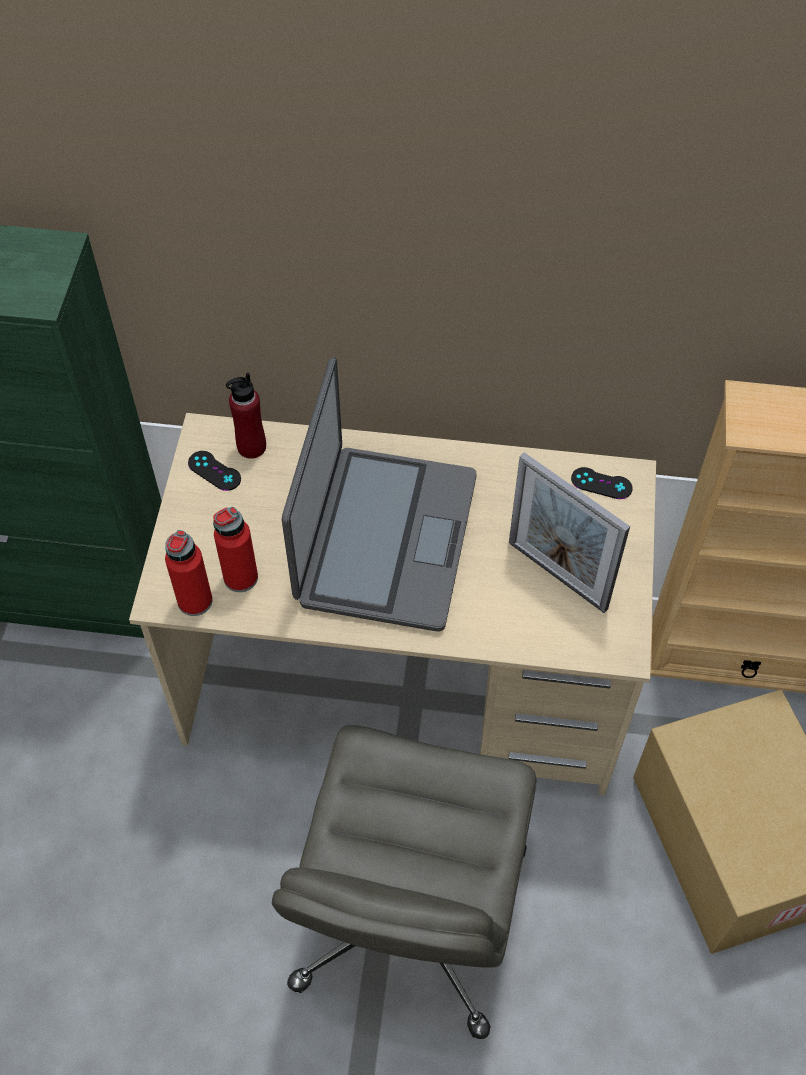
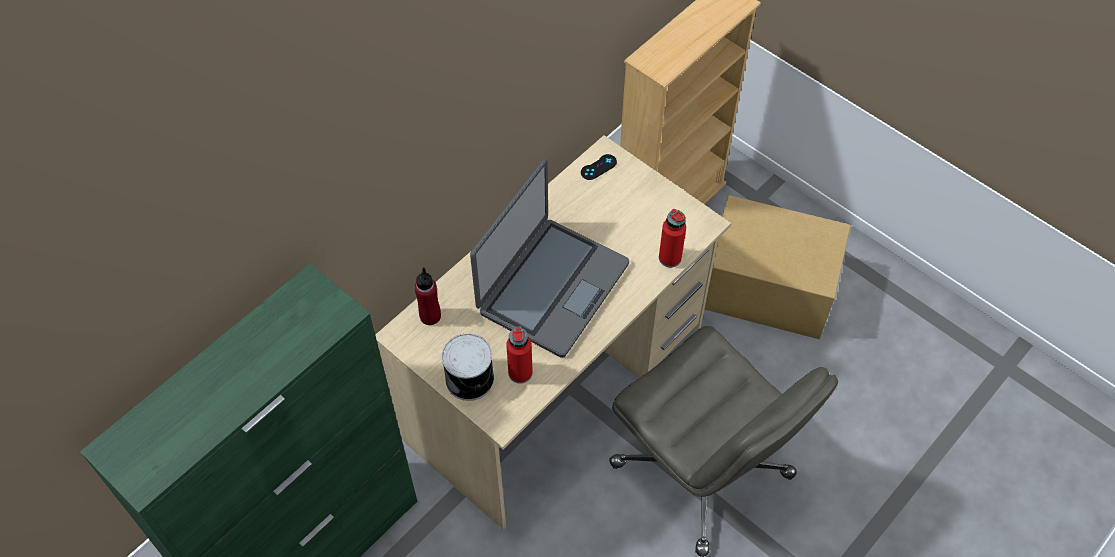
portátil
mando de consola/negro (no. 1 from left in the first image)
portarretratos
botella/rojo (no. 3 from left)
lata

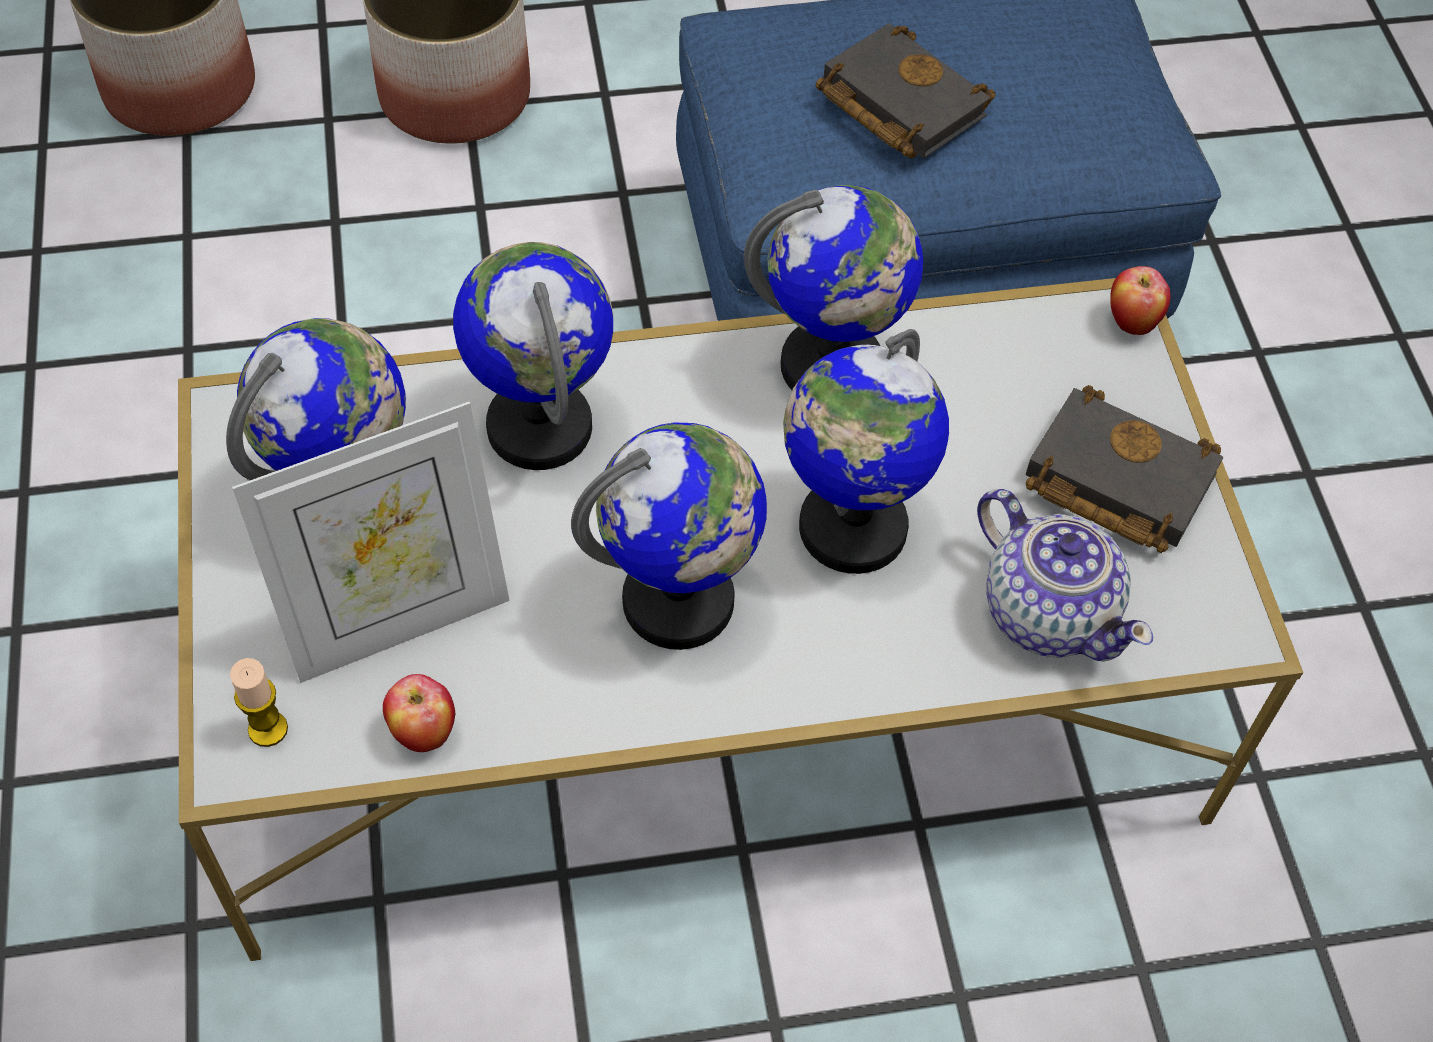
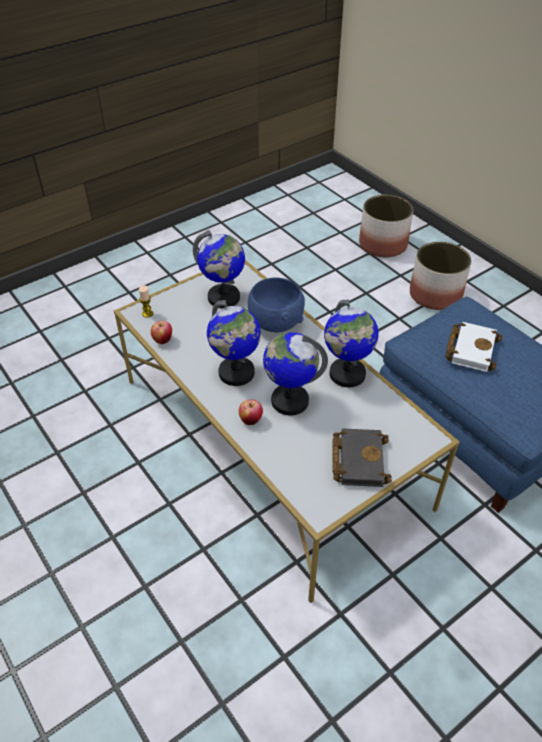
libro/blanco
cuenco/azul
manzana (no. 2 from left)
portarretratos
tetera

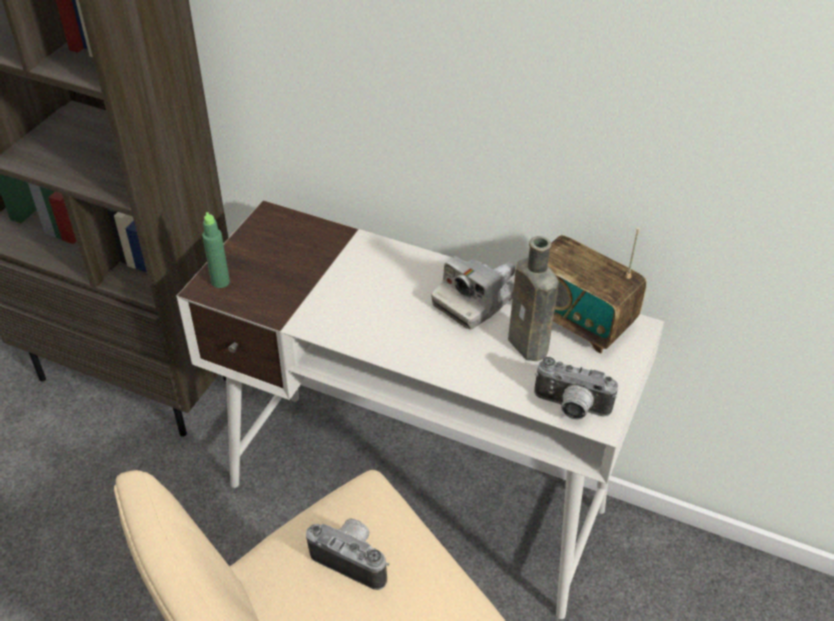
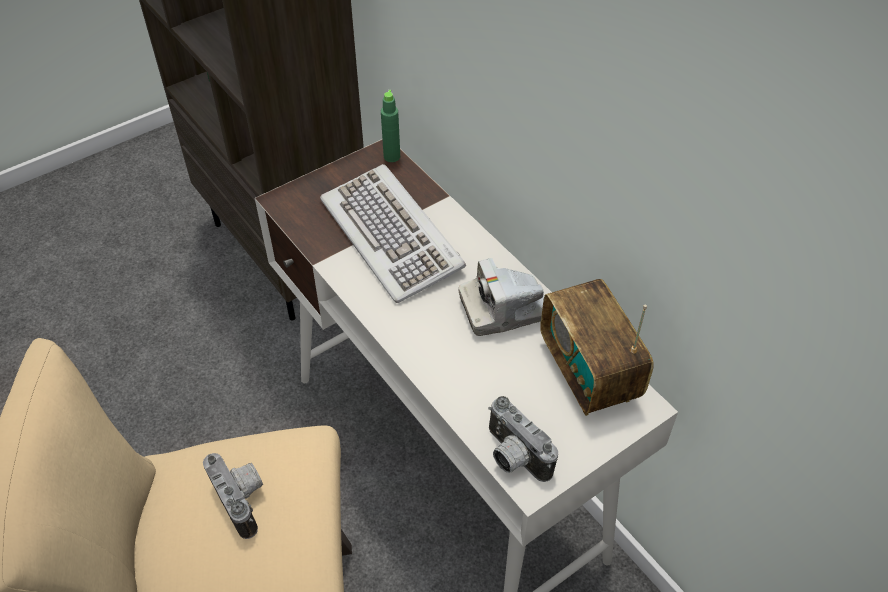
botella/verde
botella/marrón
teclado

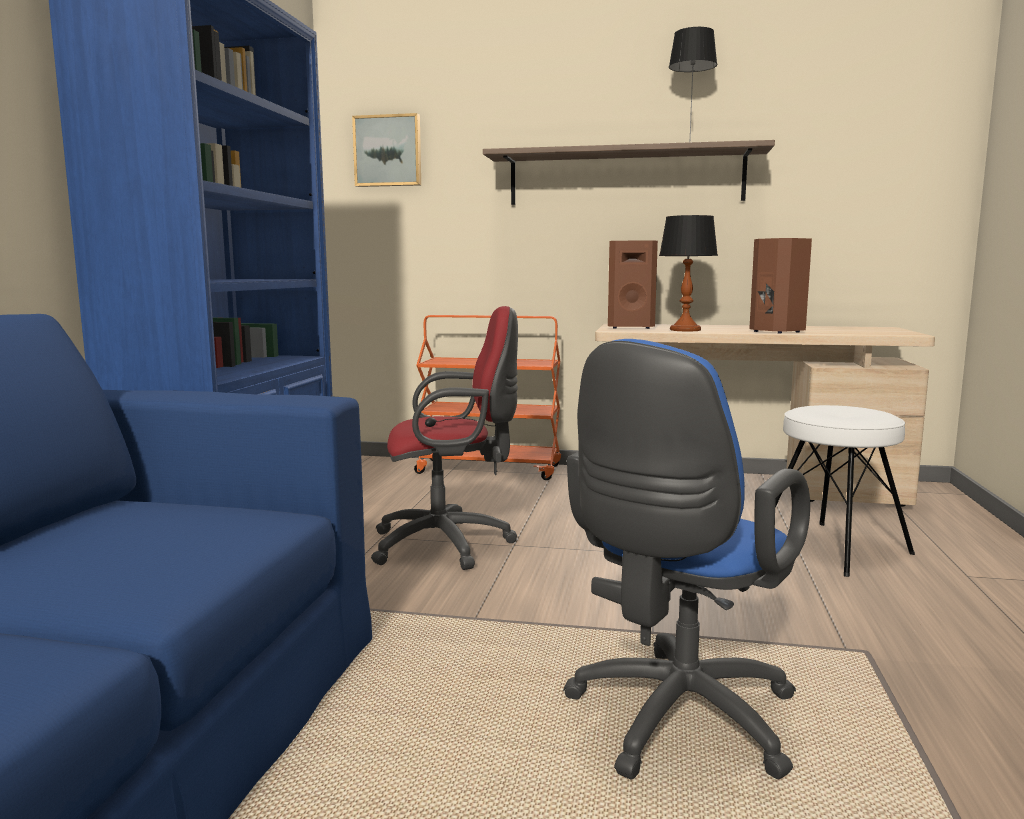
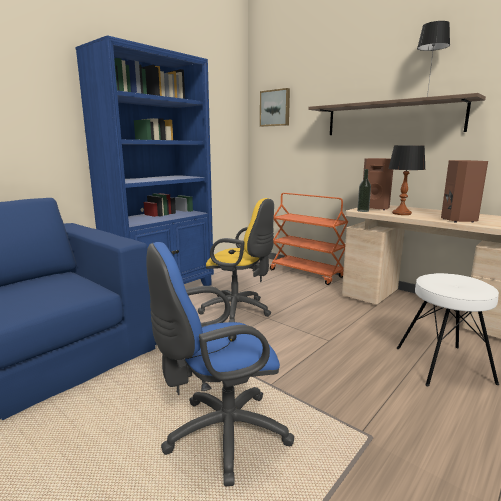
silla de oficina/amarillo
botella

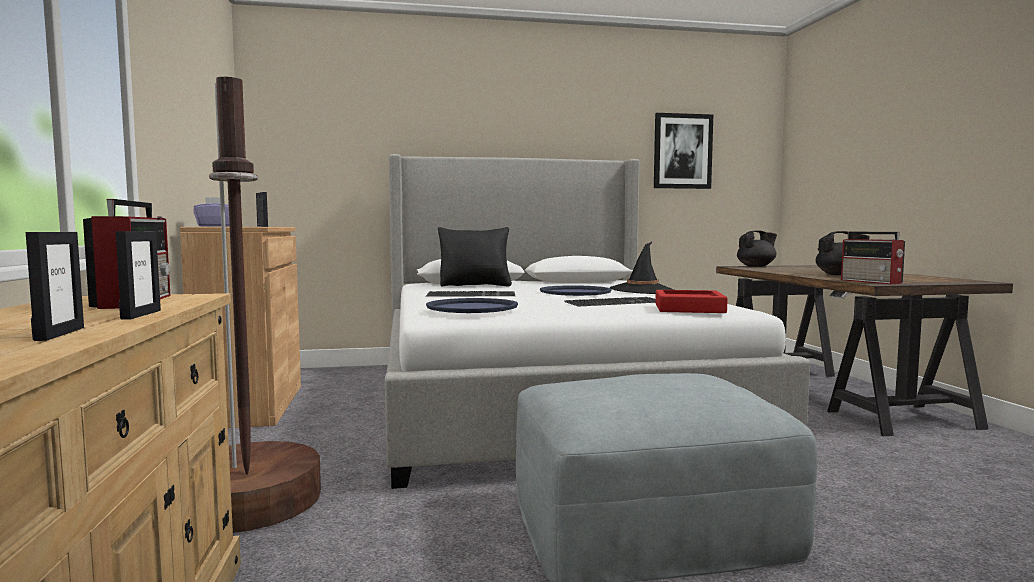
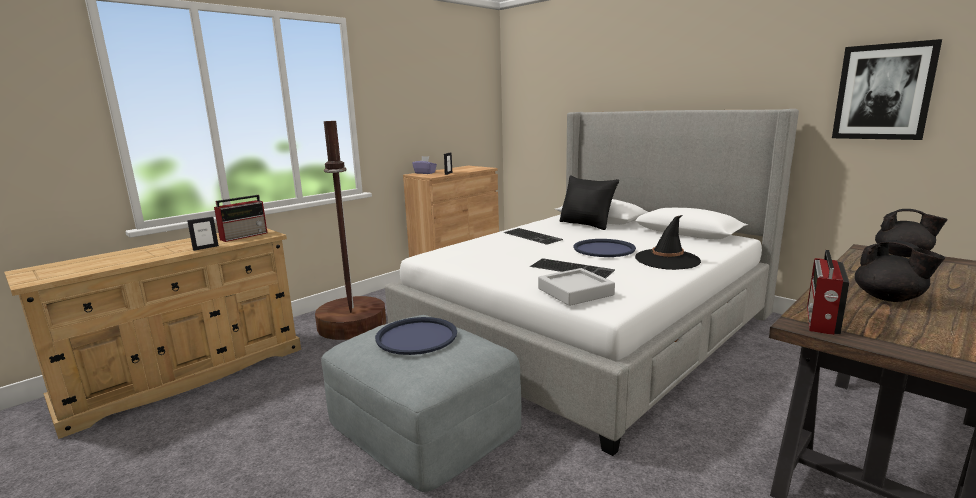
portarretratos (no. 1 from left in the first image)
bandeja/gris
bandeja/azul (no. 1 from left)

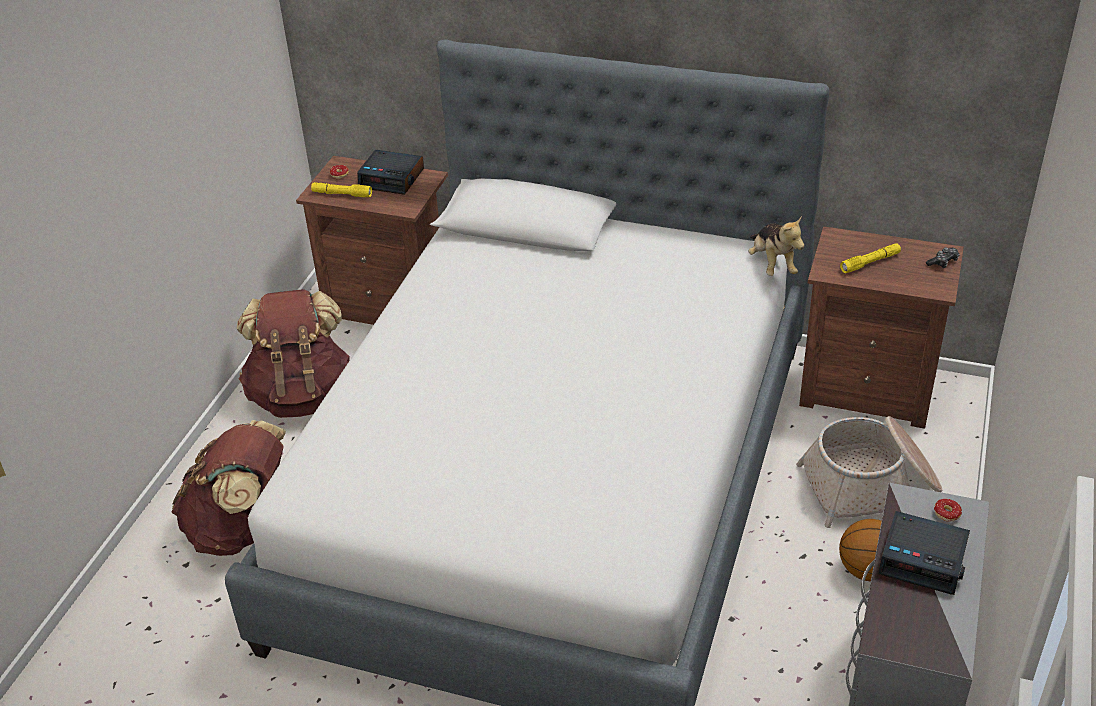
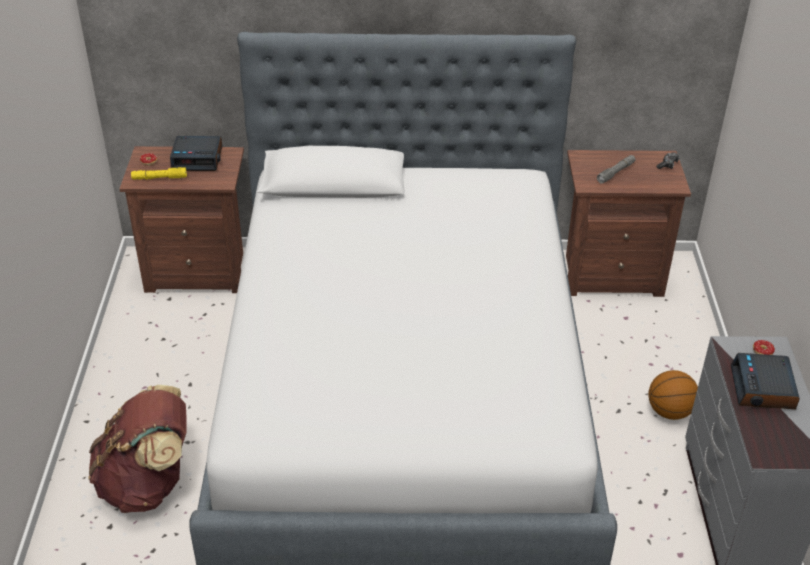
peluche
linterna/gris
mochila/marrón (no. 2 from left in the first image)
cesta
despertador (no. 2 from left)

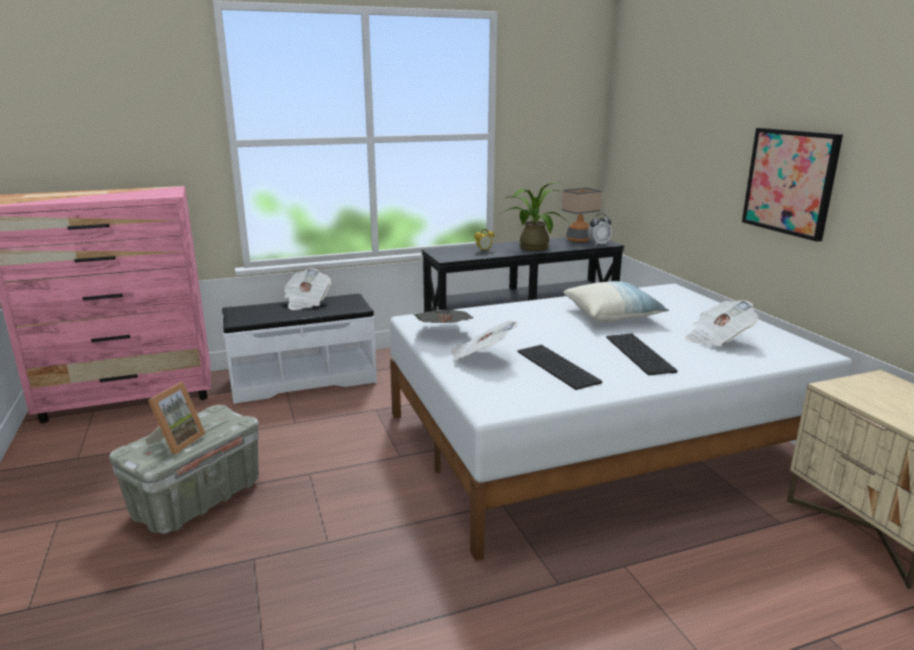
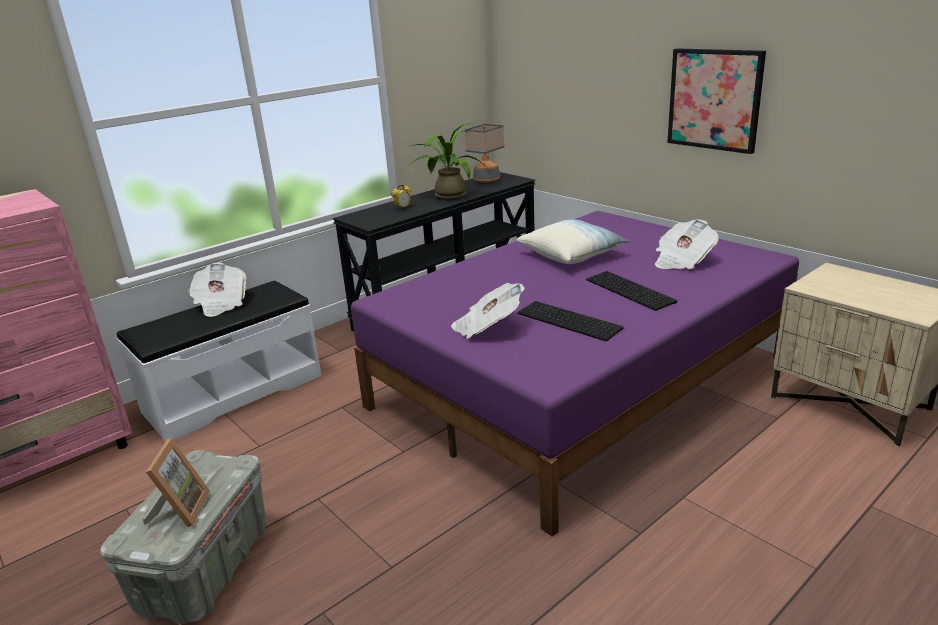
despertador (no. 2 from left in the first image)
cama/morado
periódico (no. 2 from left in the first image)

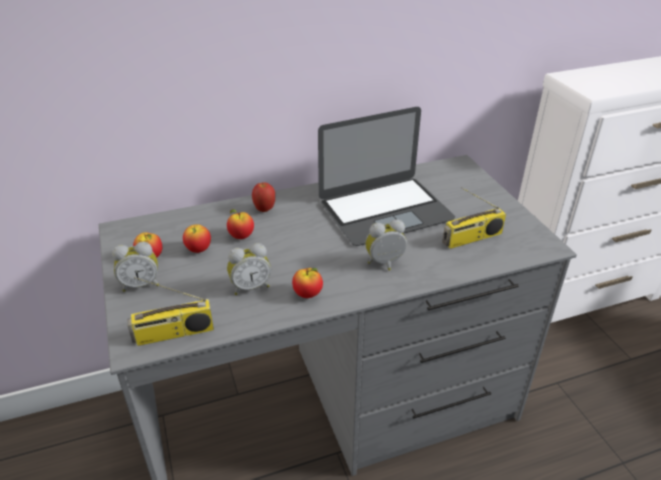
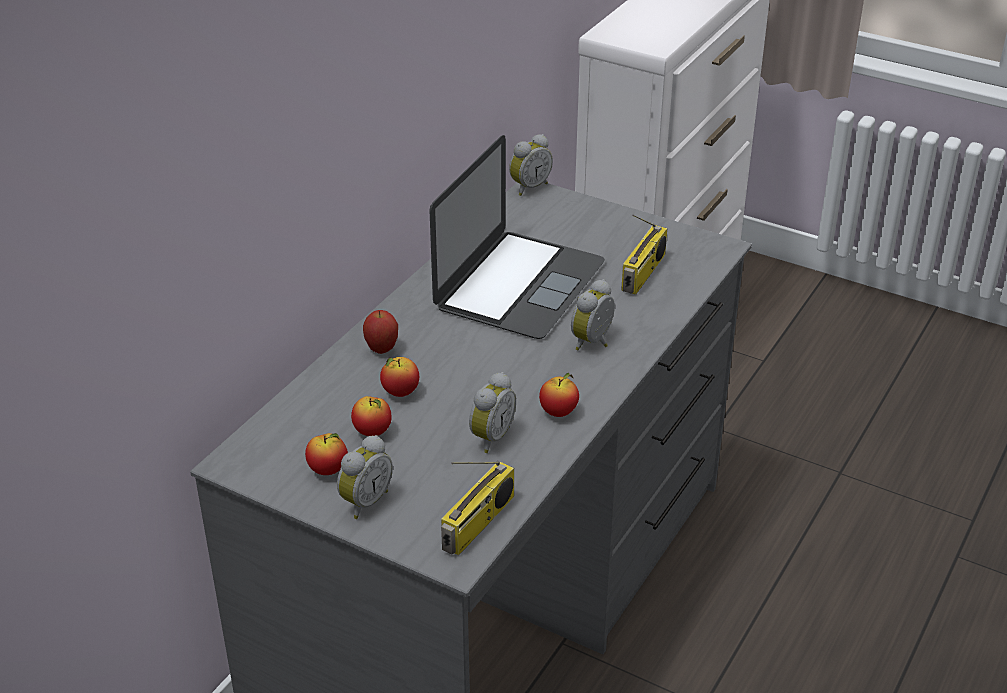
despertador (no. 3 from left)

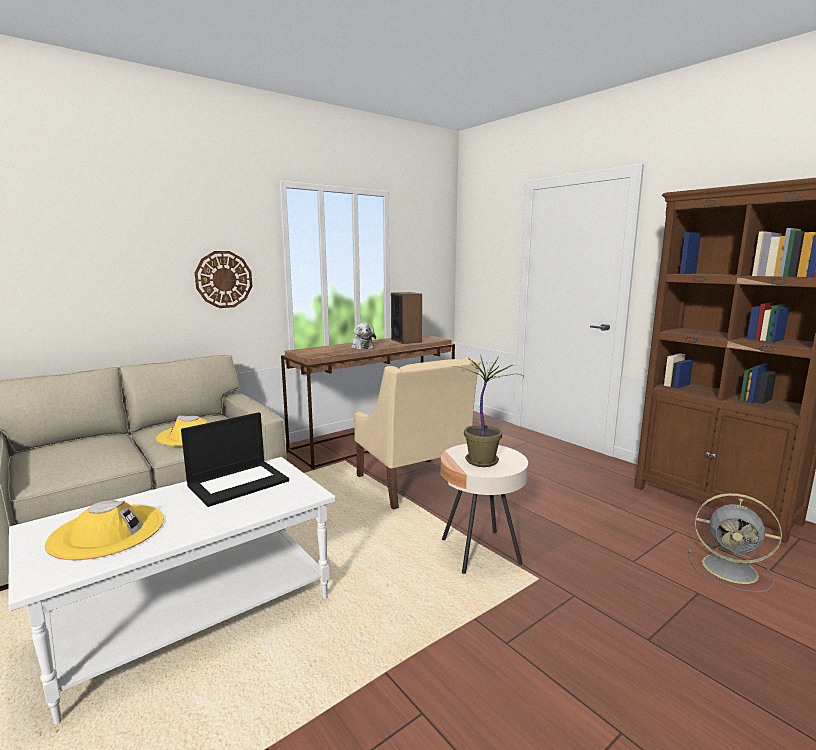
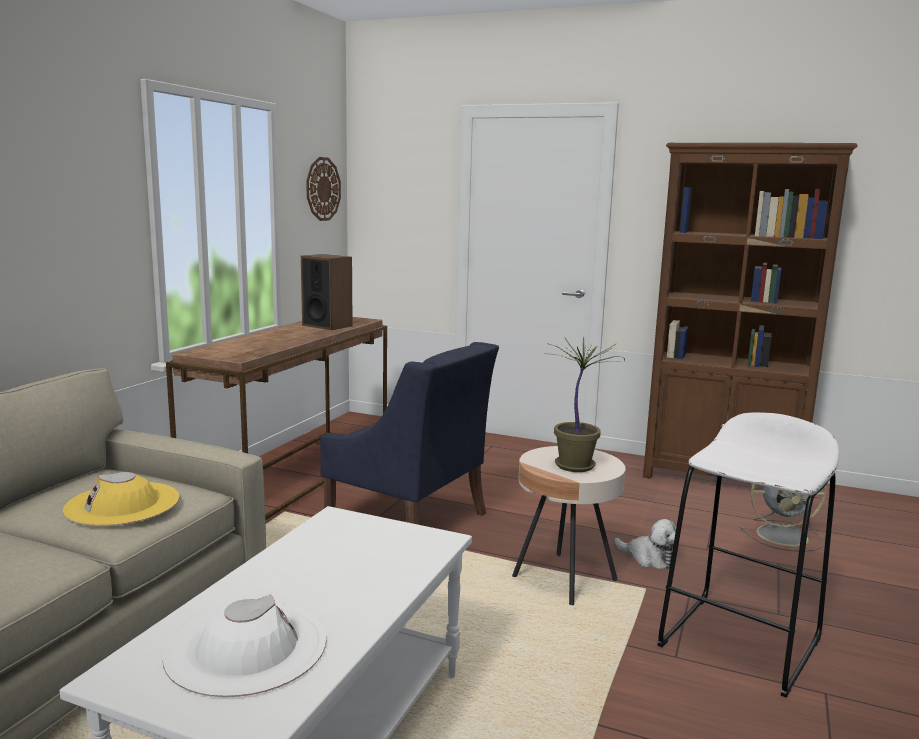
reloj de pared
peluche
sillón/azul
portátil
sombrero/blanco
taburete/blanco

